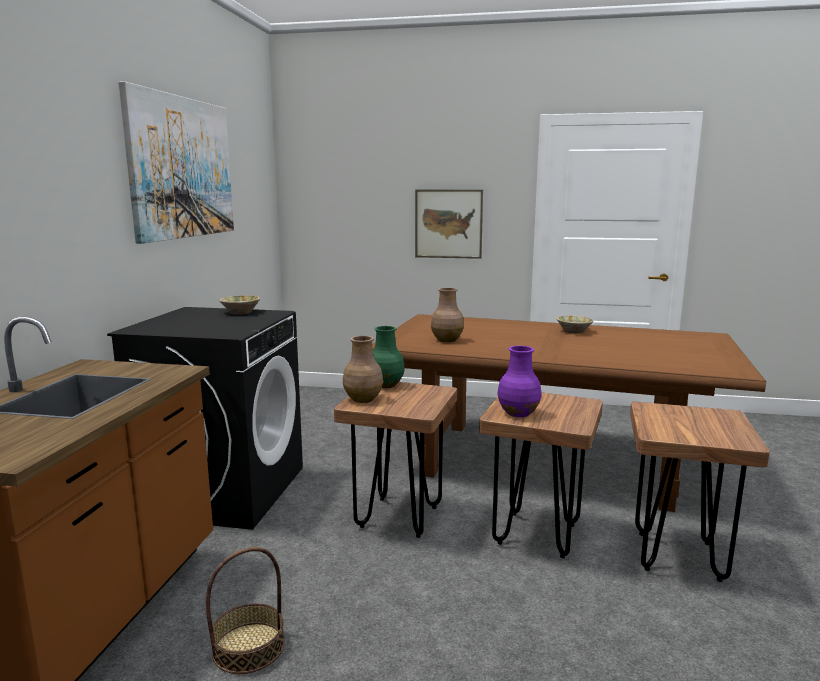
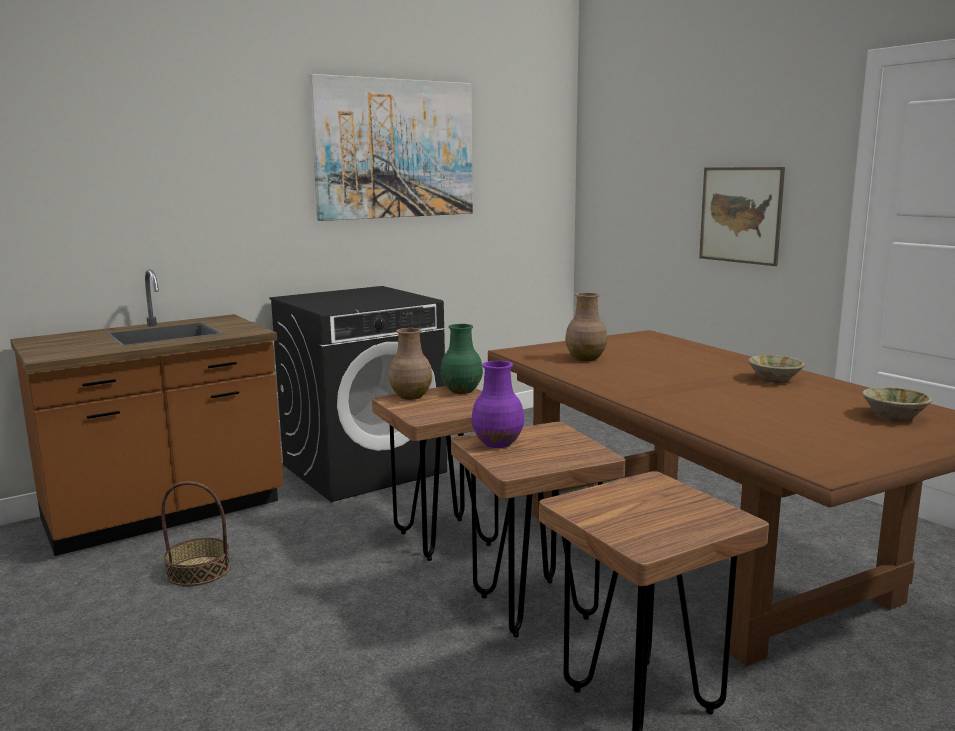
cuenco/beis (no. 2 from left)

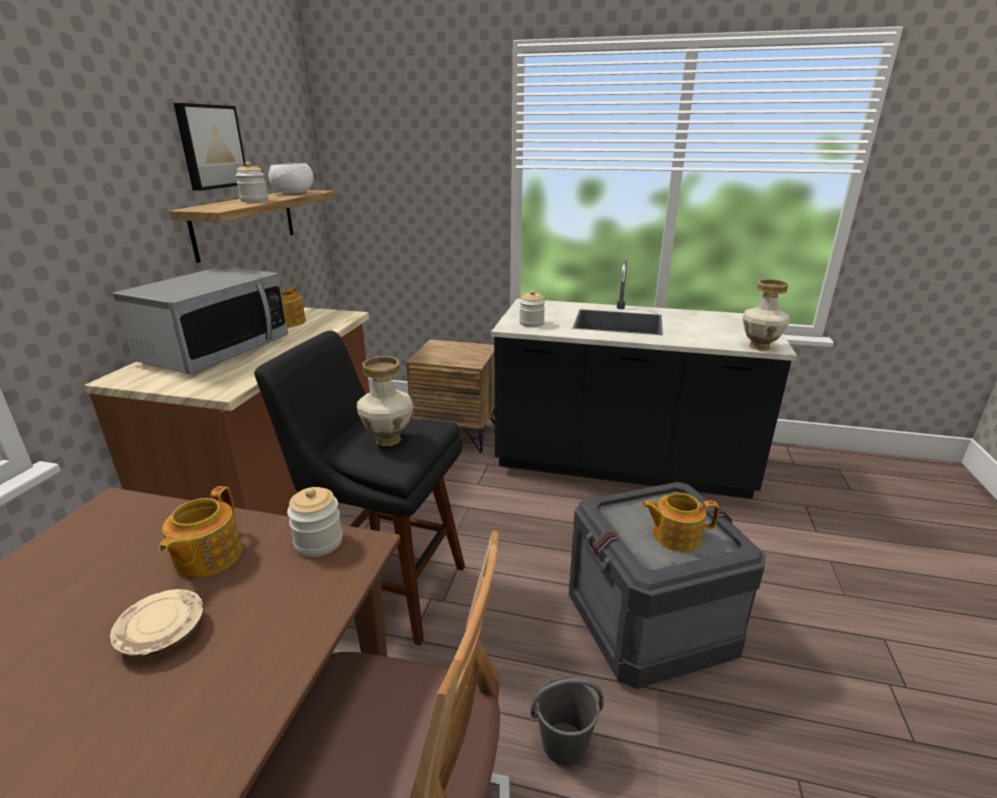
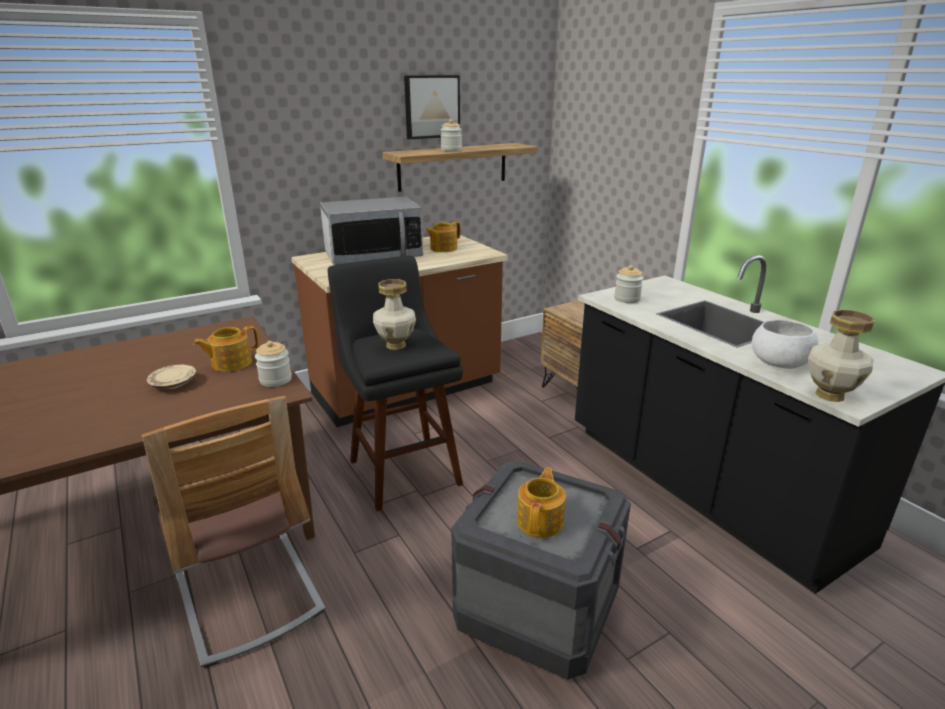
cuenco/blanco
tetera (no. 3 from left)
cubo/gris

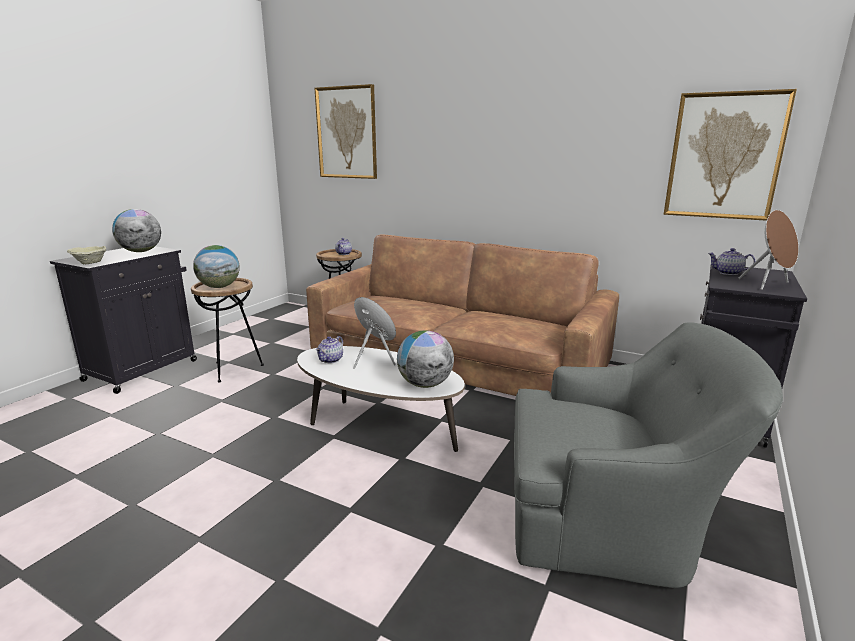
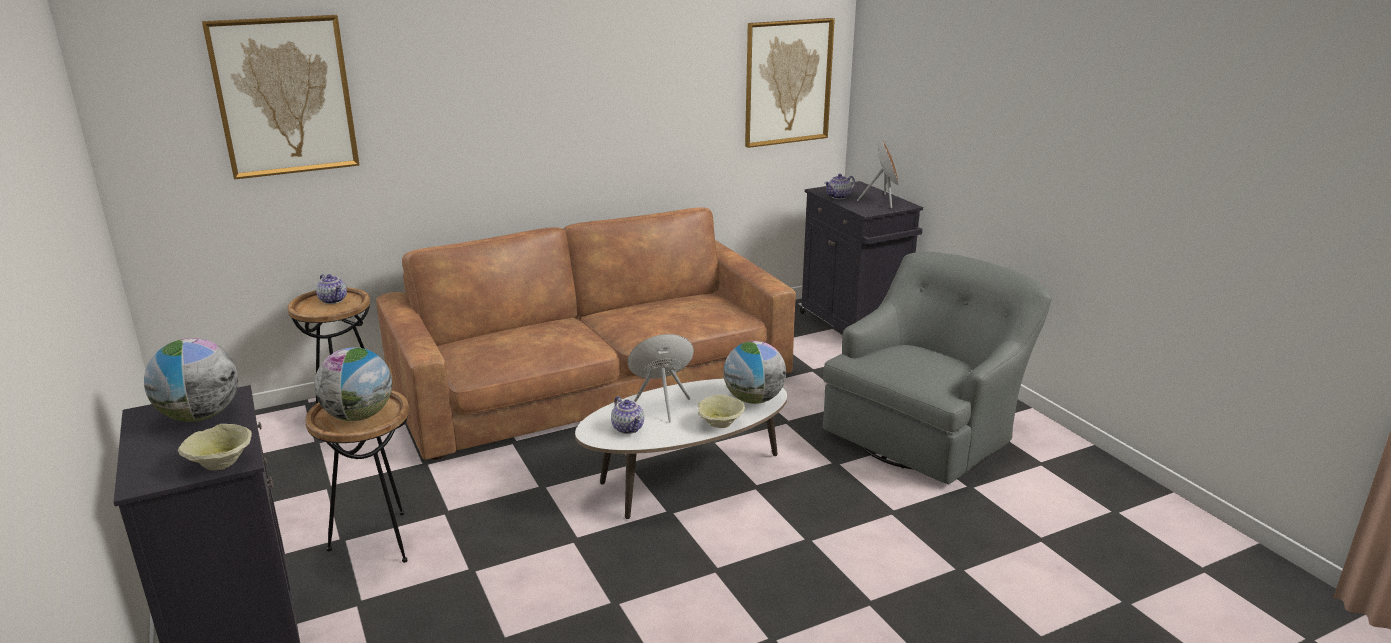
cuenco/beis (no. 2 from left)

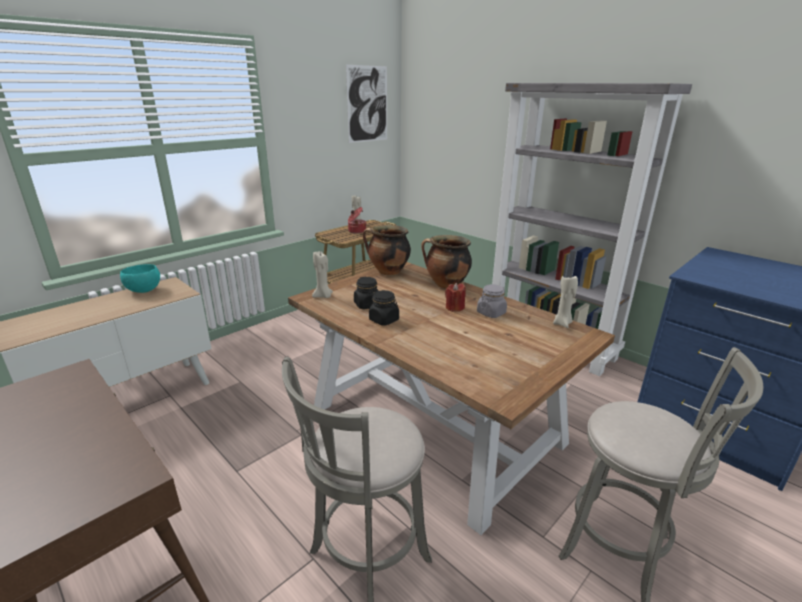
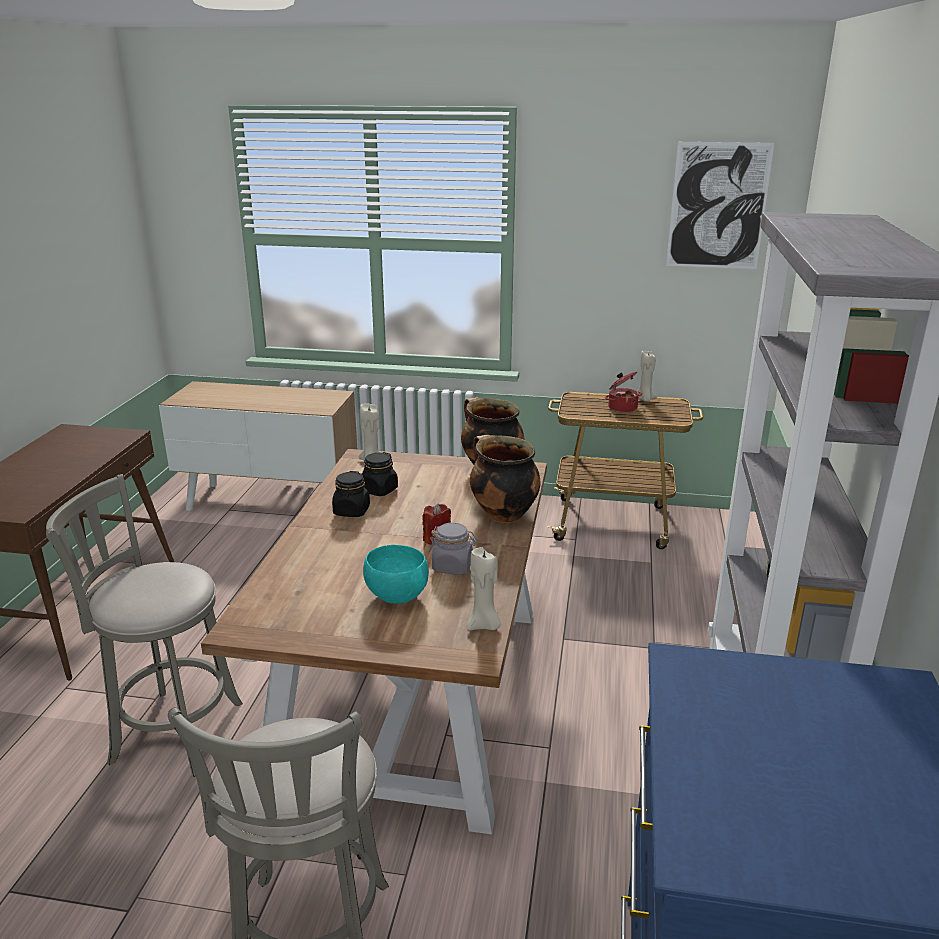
cuenco/turquesa

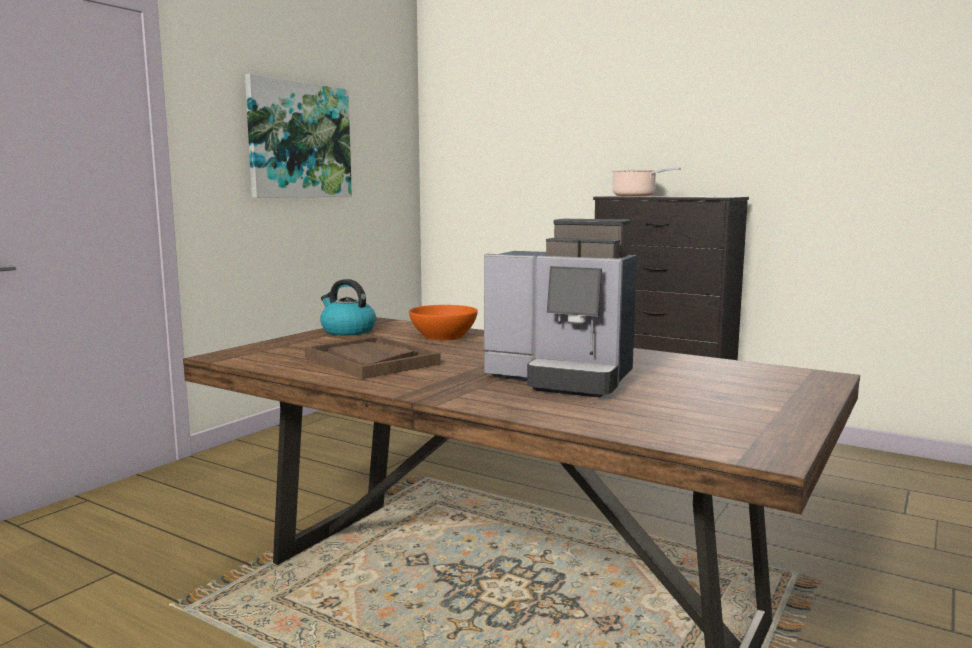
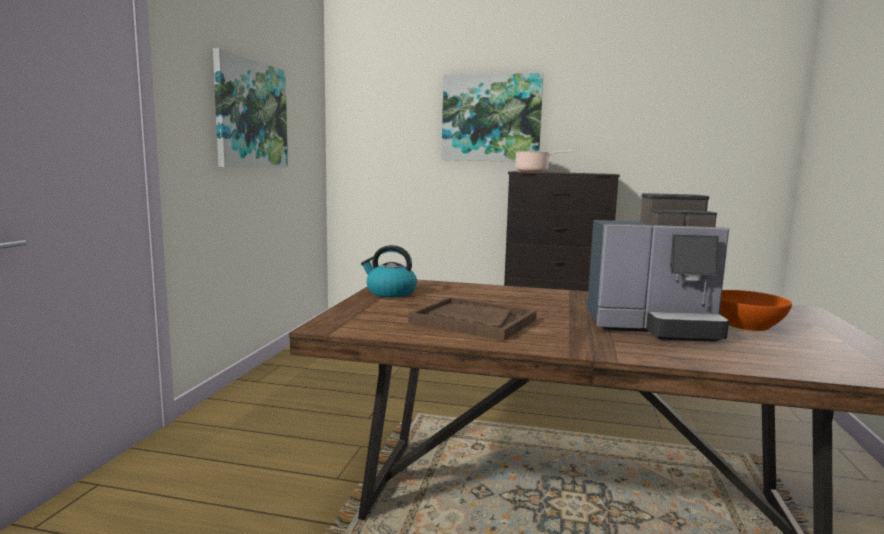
cuenco/naranja
cuadro (no. 2 from left)

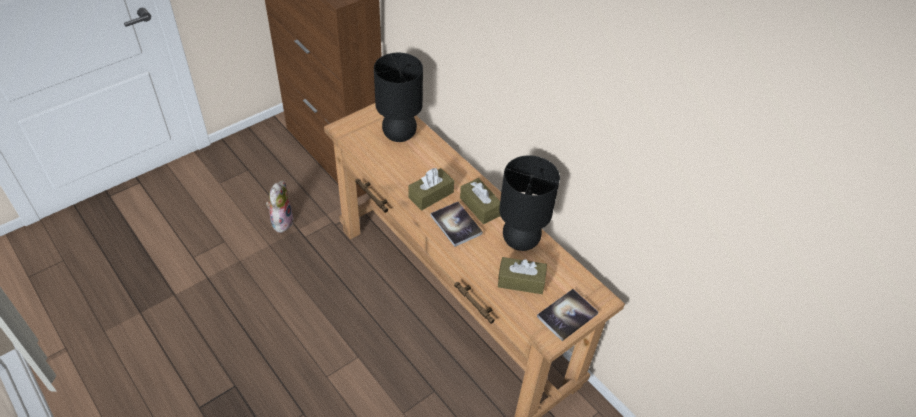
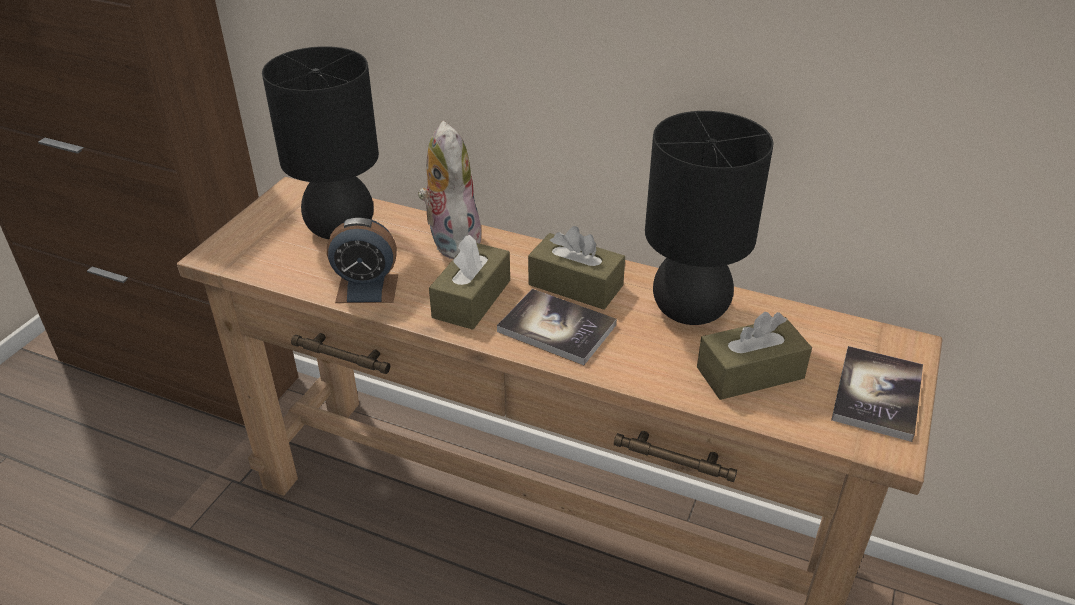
peluche
despertador

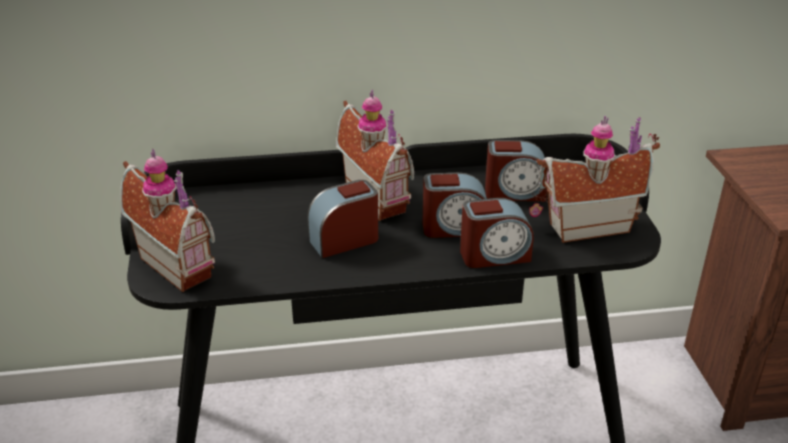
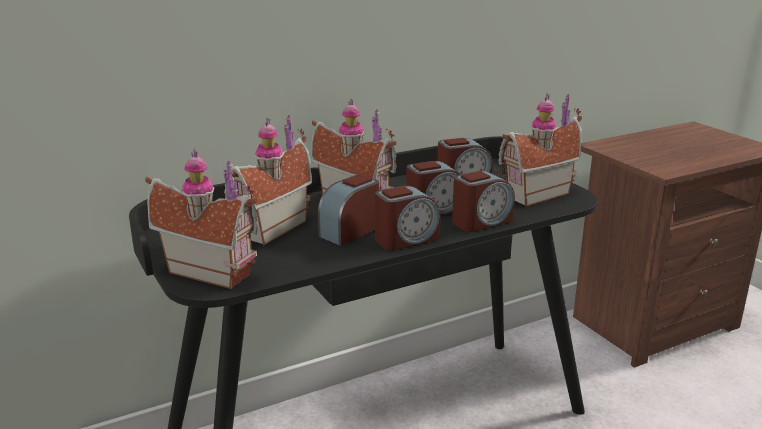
casita (no. 2 from left)
despertador (no. 2 from left)

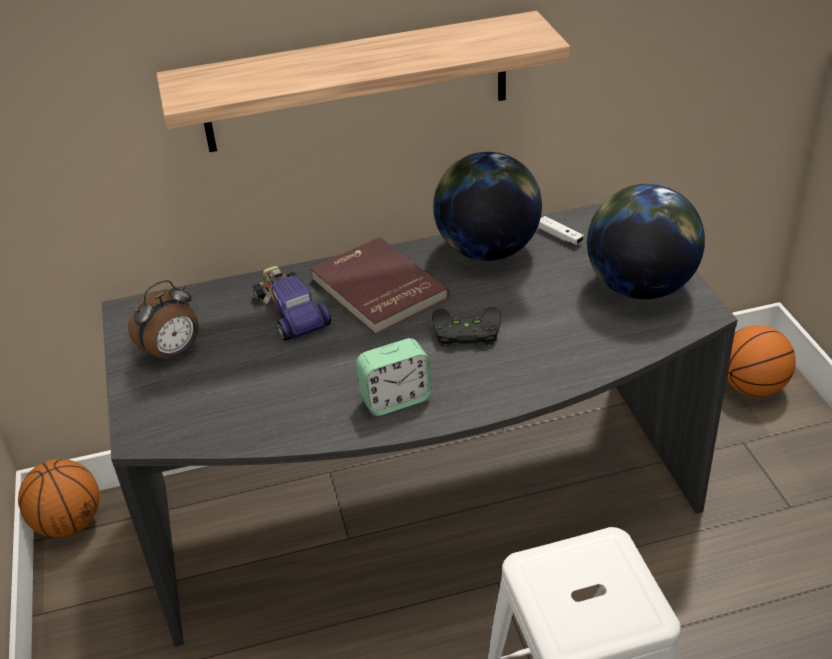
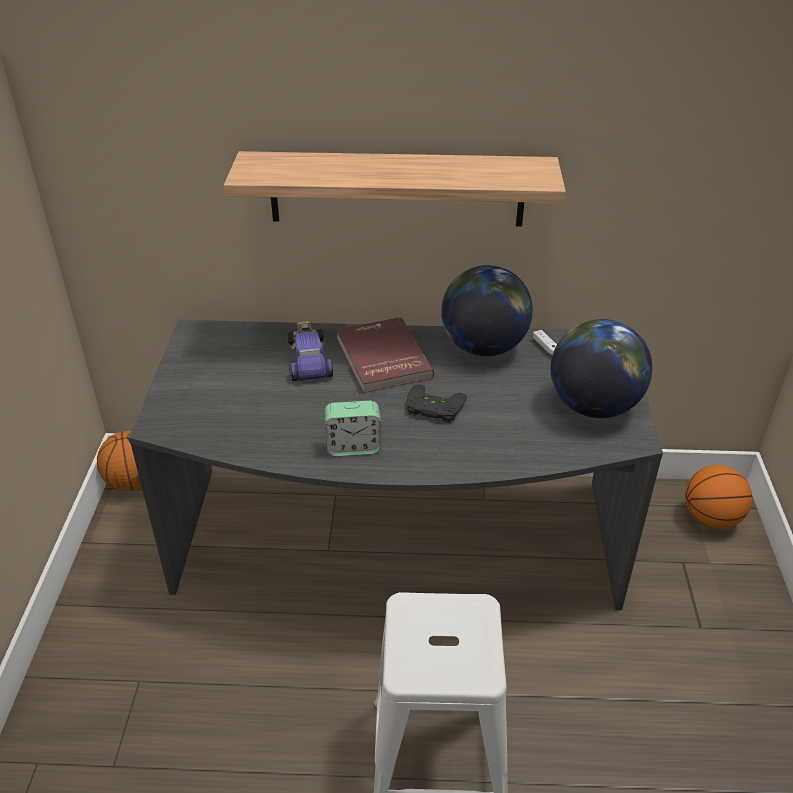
despertador (no. 1 from left in the first image)

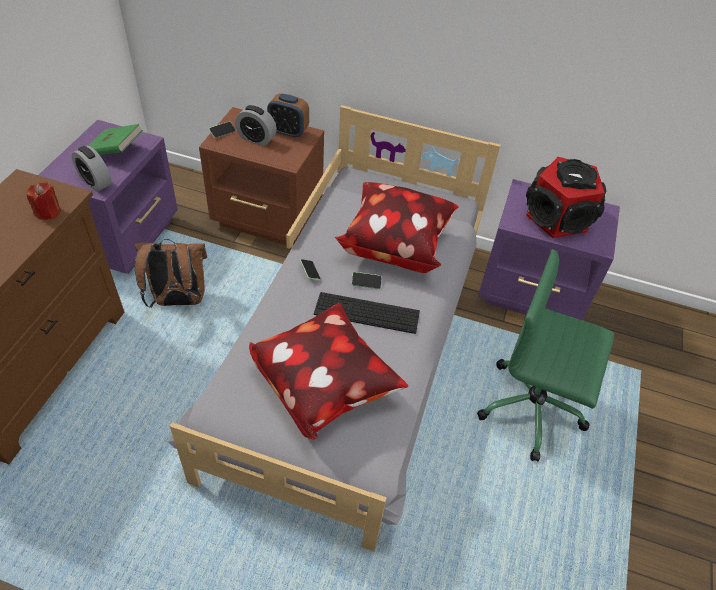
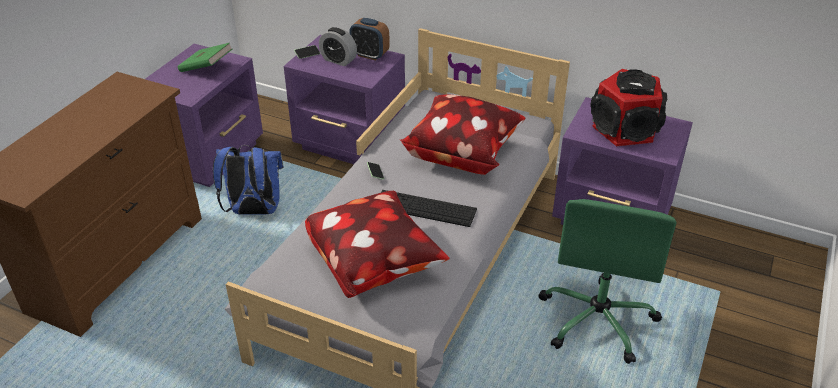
mesita de noche/morado (no. 2 from left)
despertador (no. 1 from left in the first image)
vela/rojo
mochila/azul
silla de oficina/verde
móvil (no. 3 from left in the first image)

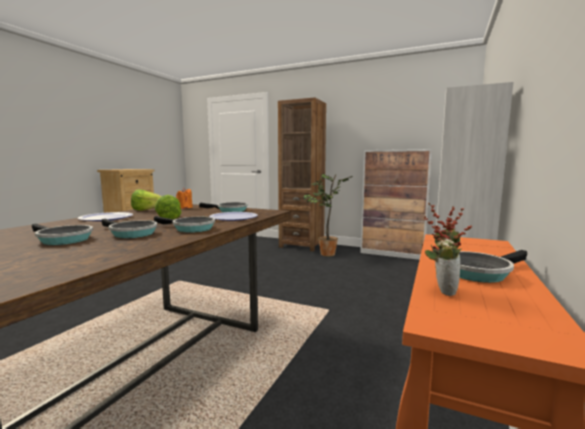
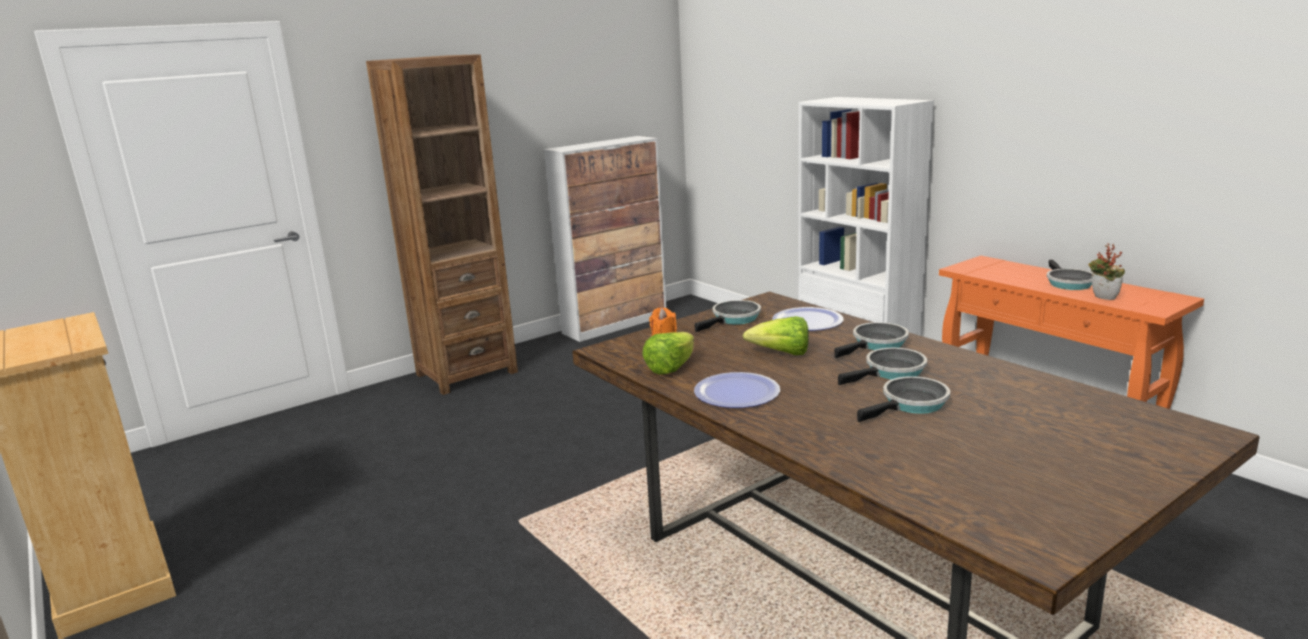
planta en maceta (no. 1 from left in the first image)

